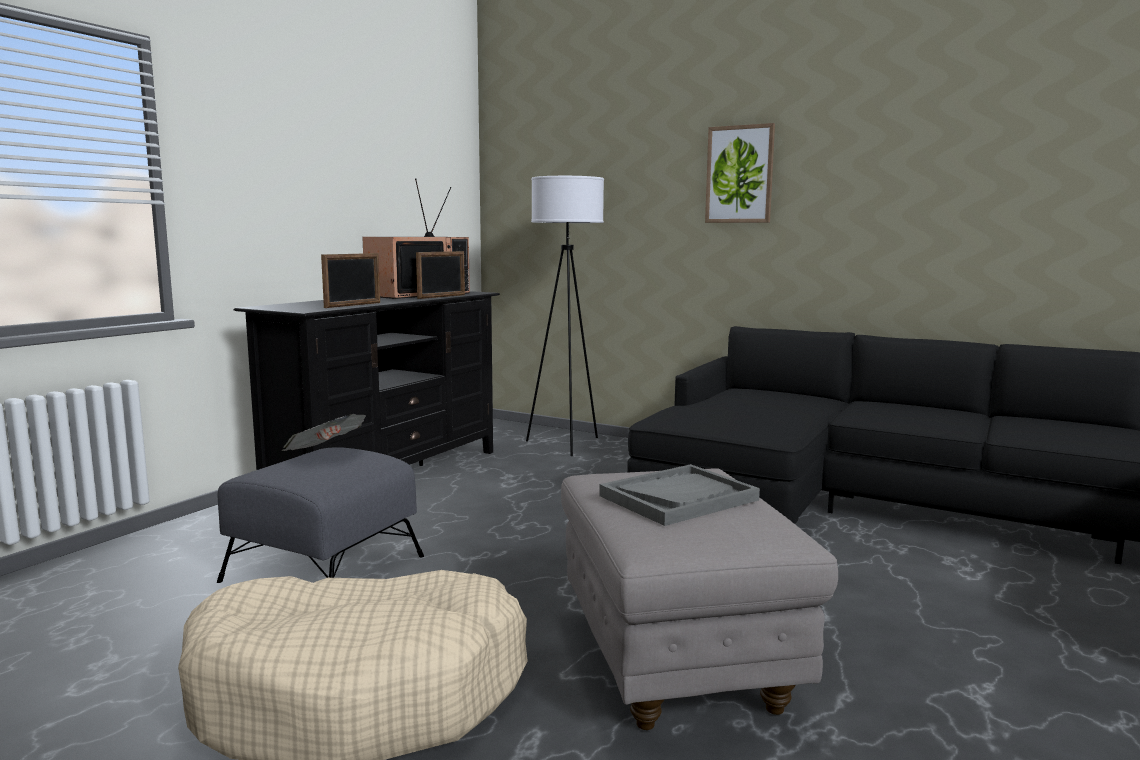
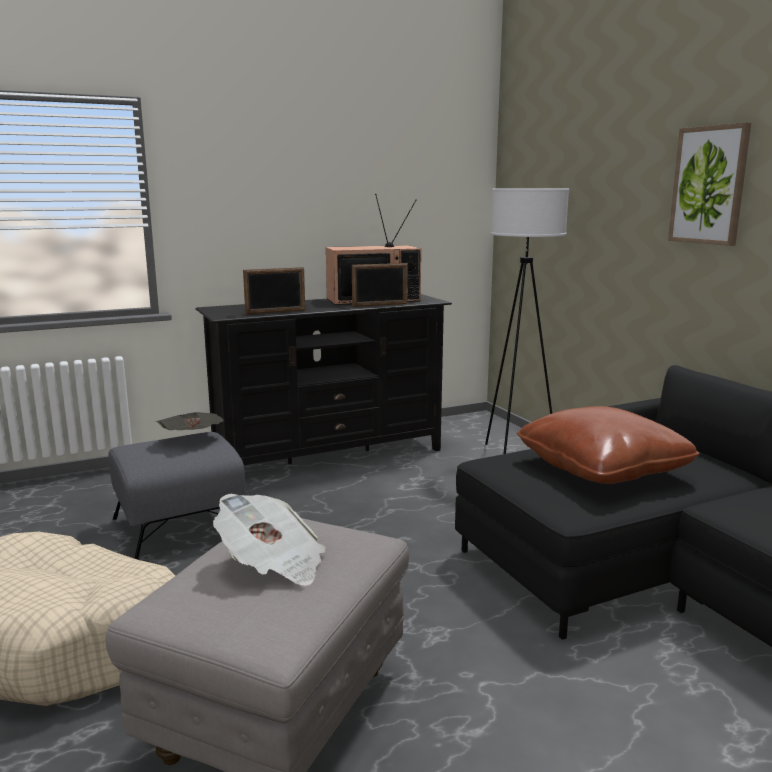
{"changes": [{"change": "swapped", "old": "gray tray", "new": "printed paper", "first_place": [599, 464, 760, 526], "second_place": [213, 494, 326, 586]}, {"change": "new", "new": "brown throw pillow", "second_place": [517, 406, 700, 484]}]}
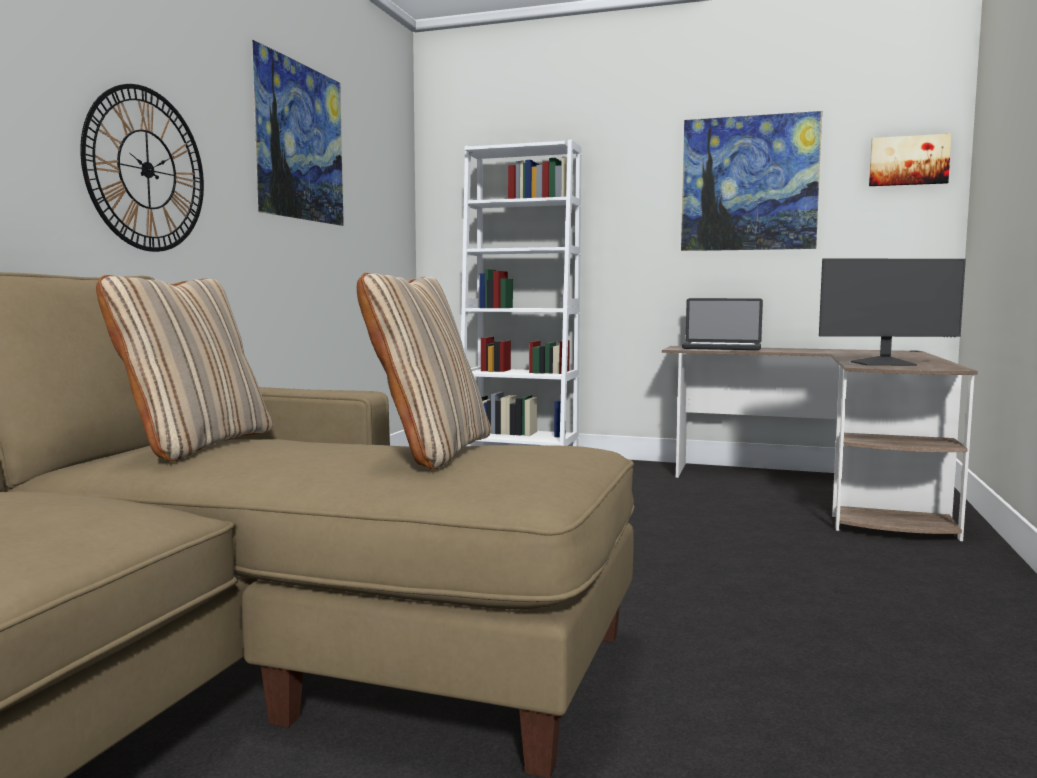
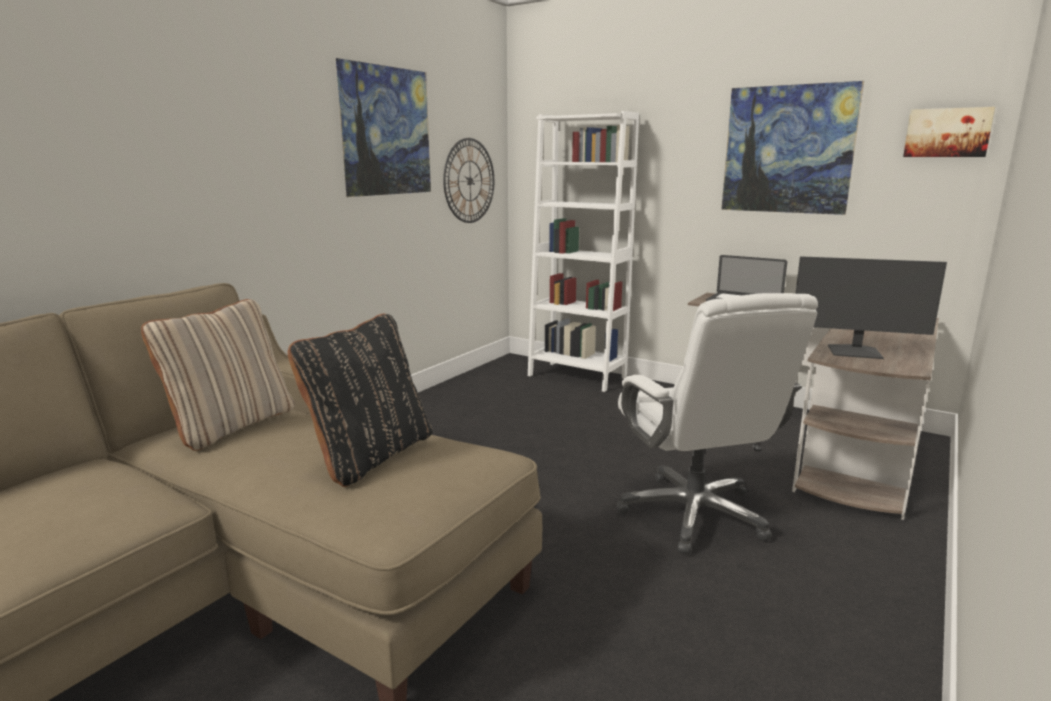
{"changes": [{"change": "shifted", "old": "clock on the wall", "first_place": [80, 84, 204, 252], "second_place": [443, 138, 494, 223]}, {"change": "repainted", "old": "sand-coloured throw pillow", "new": "blackish throw pillow", "first_place": [357, 272, 491, 470], "second_place": [288, 314, 432, 487]}, {"change": "new", "new": "white desk chair", "second_place": [617, 293, 818, 554]}]}
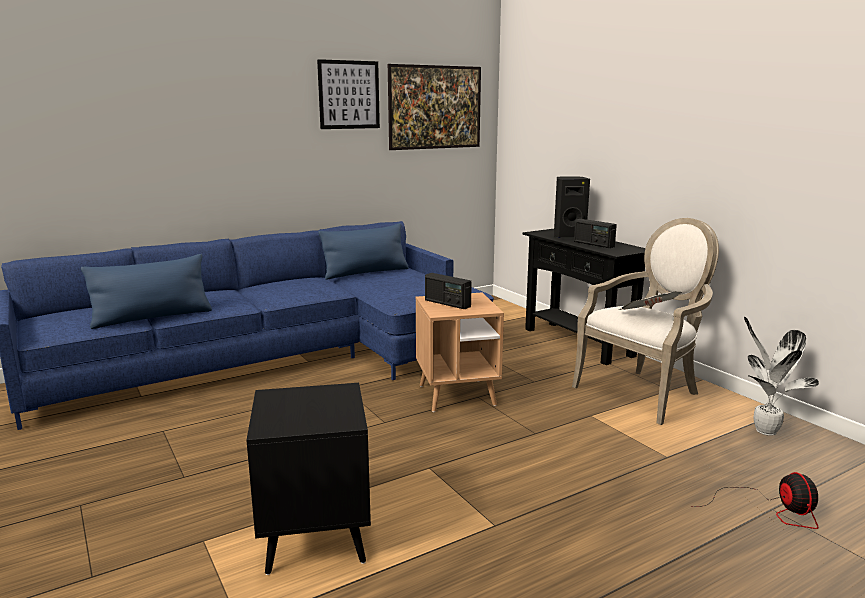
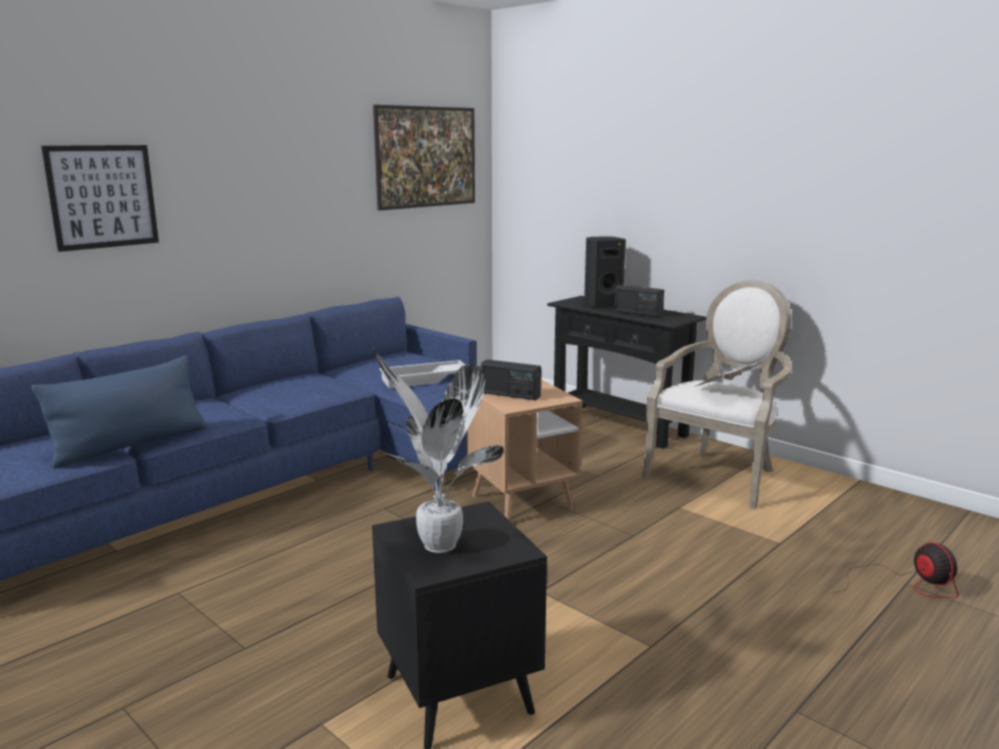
{"changes": [{"change": "shifted", "old": "wall art", "first_place": [317, 59, 380, 129], "second_place": [41, 145, 159, 252]}, {"change": "gone", "old": "bluish throw pillow", "first_place": [318, 223, 409, 280]}, {"change": "shifted", "old": "plant in a pot", "first_place": [744, 317, 819, 436], "second_place": [373, 347, 504, 553]}, {"change": "new", "new": "white tray", "second_place": [379, 360, 465, 388]}]}
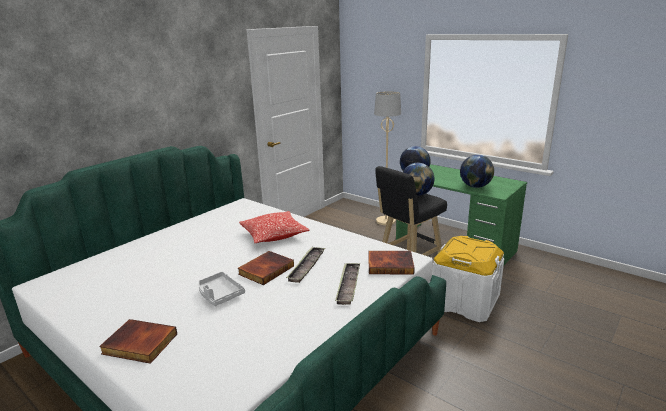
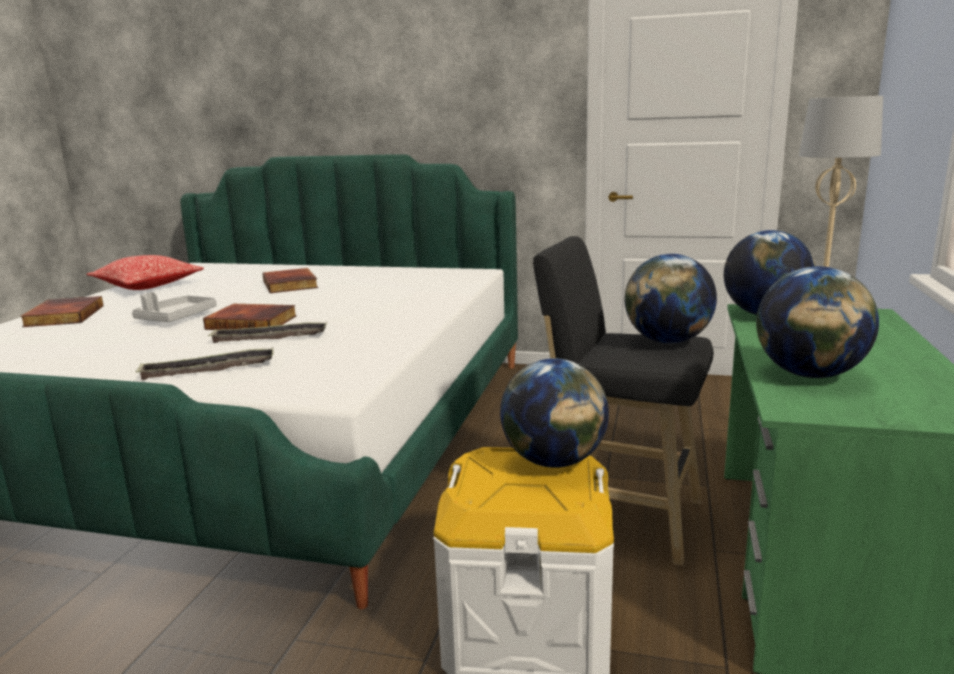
{"changes": [{"change": "shifted", "old": "throw pillow", "first_place": [239, 211, 309, 243], "second_place": [86, 255, 204, 290]}, {"change": "shifted", "old": "book", "first_place": [368, 251, 415, 274], "second_place": [262, 268, 318, 293]}, {"change": "new", "new": "globe", "second_place": [500, 358, 609, 468]}]}
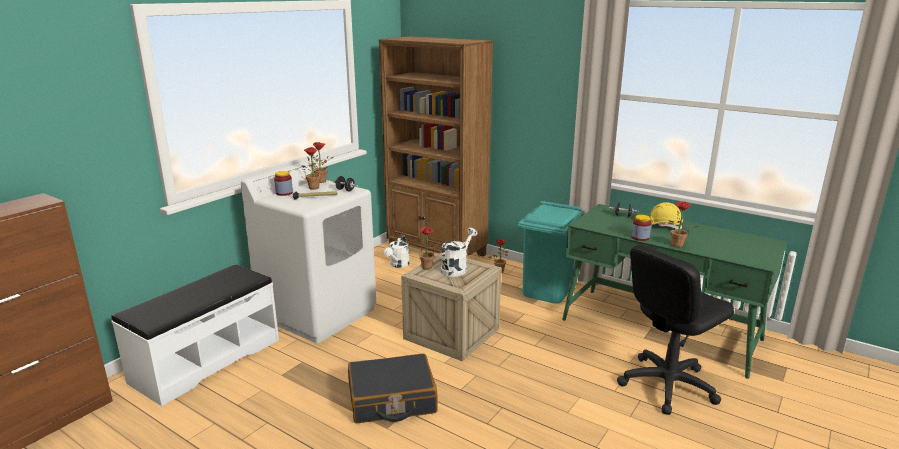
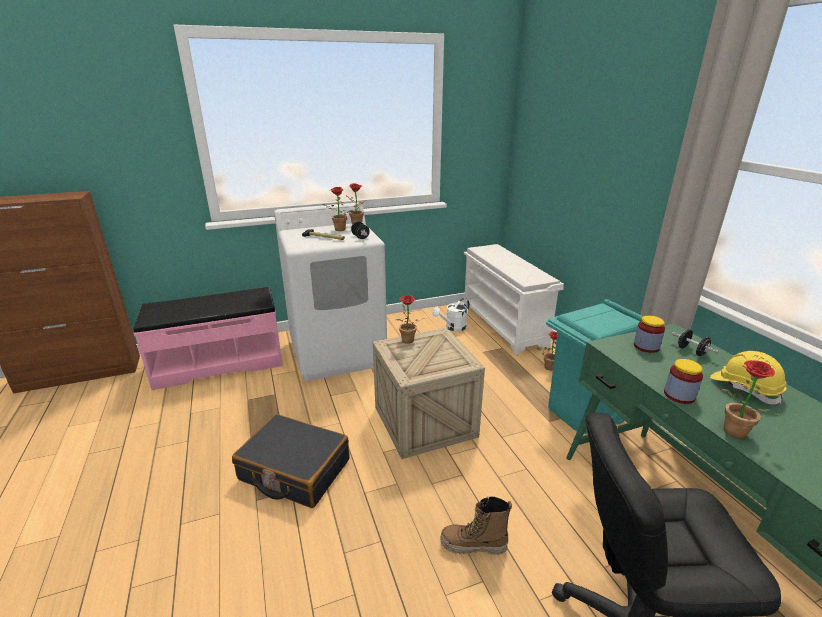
{"changes": [{"change": "swapped", "old": "brown bookcase", "new": "white shoe shelf", "first_place": [379, 36, 493, 258], "second_place": [464, 244, 564, 355]}, {"change": "shifted", "old": "preserve jar", "first_place": [274, 171, 293, 196], "second_place": [634, 315, 665, 353]}, {"change": "gone", "old": "white watering can", "first_place": [441, 228, 477, 277]}, {"change": "repainted", "old": "white bench", "new": "pink bench", "first_place": [111, 264, 279, 406], "second_place": [133, 287, 283, 390]}, {"change": "new", "new": "high-top boot", "second_place": [440, 496, 512, 555]}]}
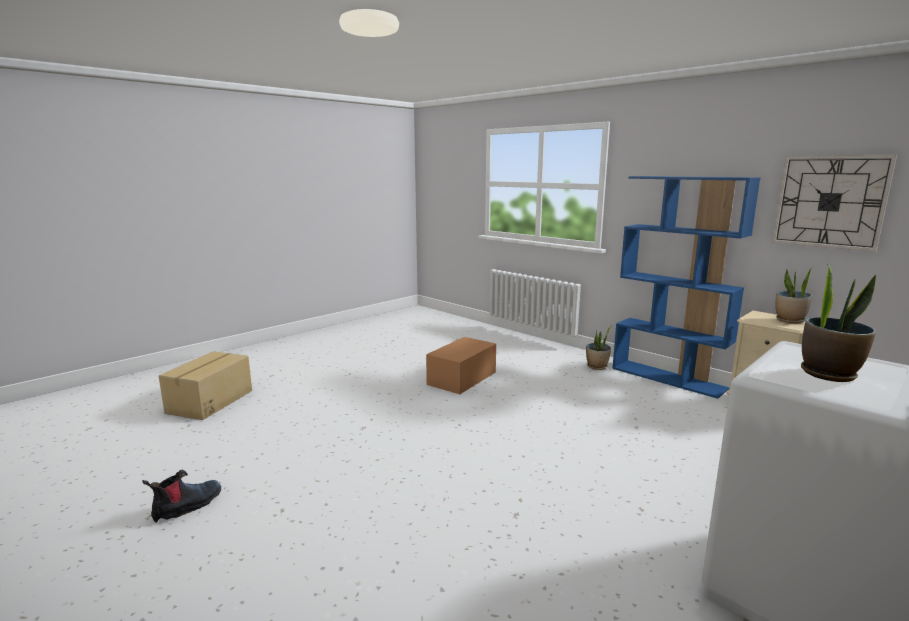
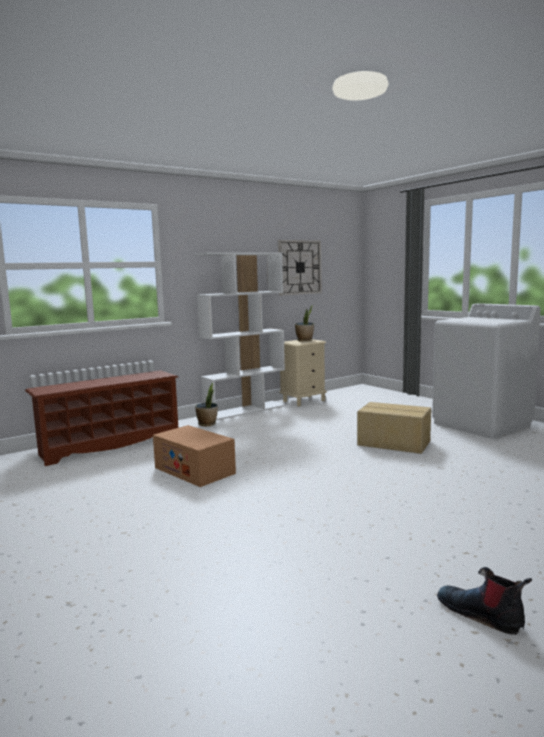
{"changes": [{"change": "repainted", "old": "bluish bookcase", "new": "white bookcase", "first_place": [612, 176, 760, 399], "second_place": [195, 252, 286, 421]}, {"change": "gone", "old": "plant in a pot", "first_place": [801, 264, 876, 382]}, {"change": "shifted", "old": "cardboard box", "first_place": [159, 351, 252, 420], "second_place": [357, 402, 431, 454]}, {"change": "new", "new": "brown shoe shelf", "second_place": [25, 370, 178, 466]}]}
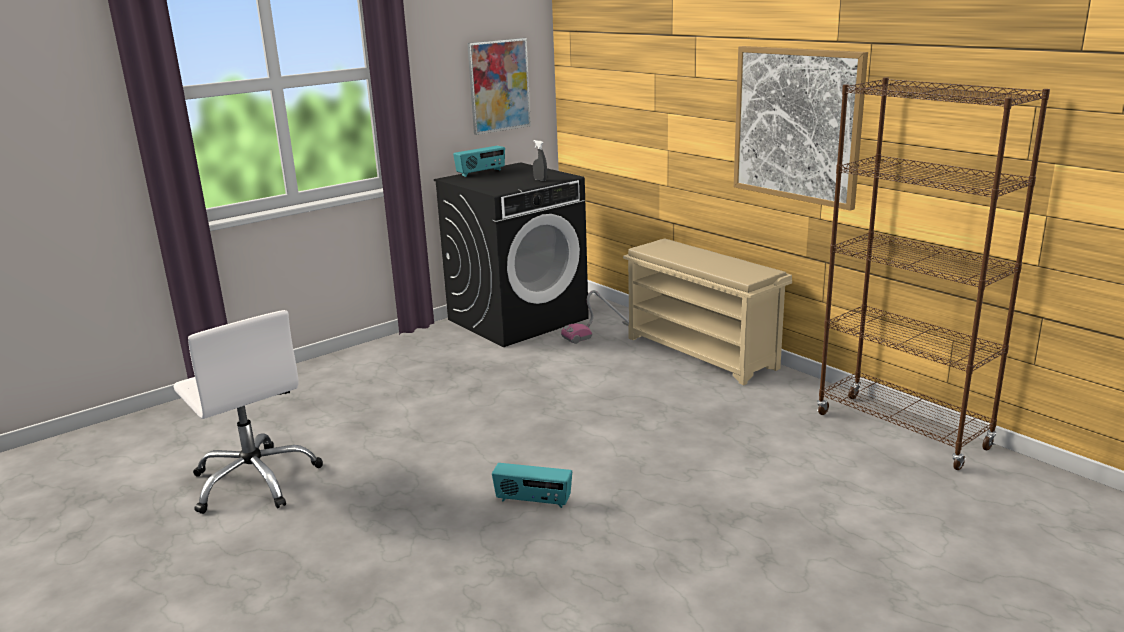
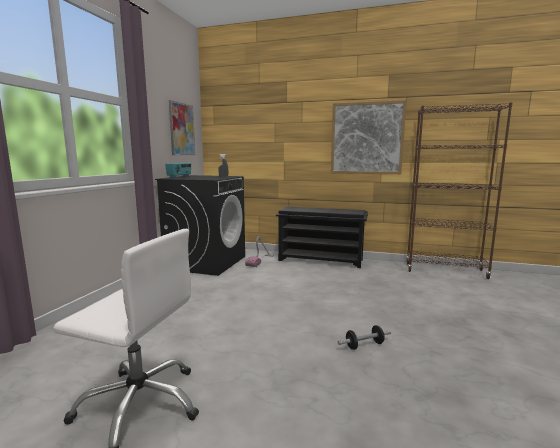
{"changes": [{"change": "repainted", "old": "sand-coloured shoe shelf", "new": "blackish shoe shelf", "first_place": [623, 239, 792, 385], "second_place": [276, 207, 368, 268]}, {"change": "swapped", "old": "radio set", "new": "hand weight", "first_place": [492, 463, 572, 508], "second_place": [338, 325, 391, 350]}]}
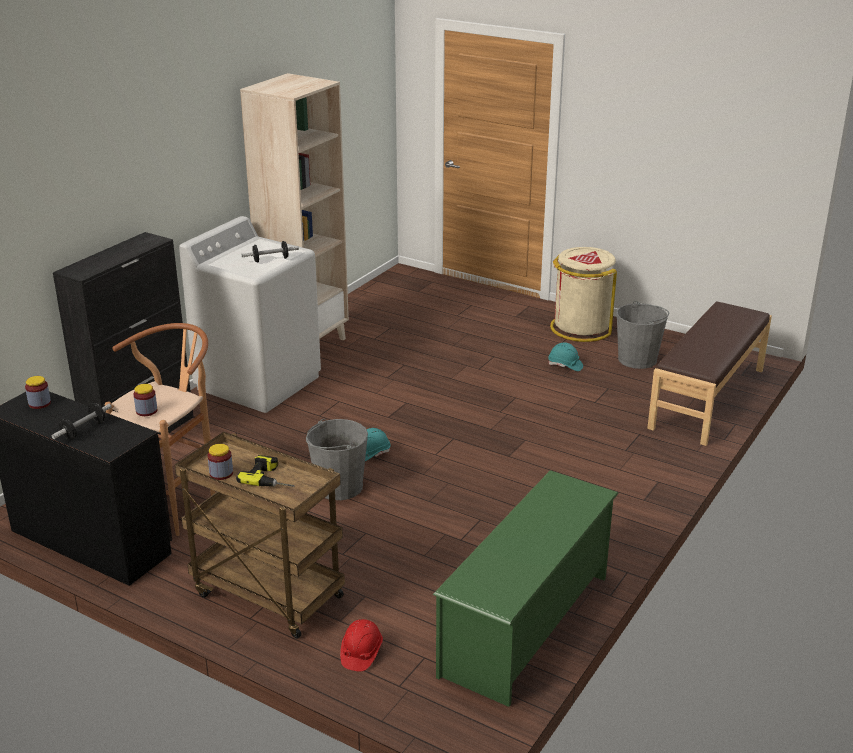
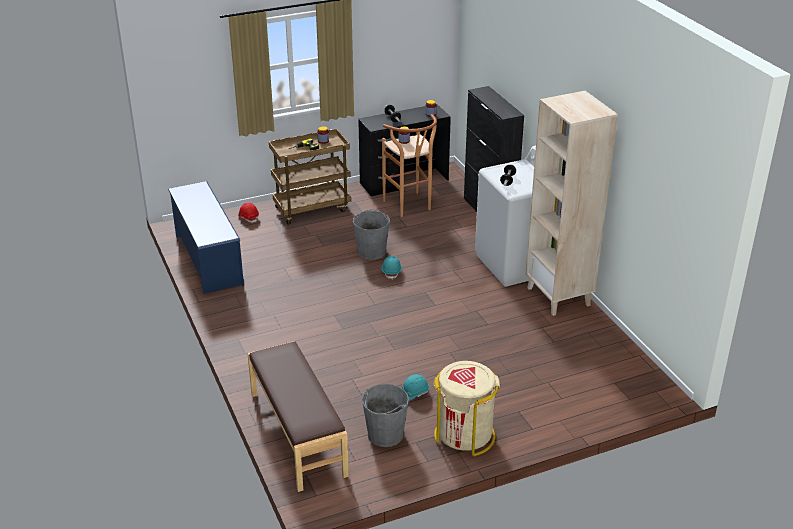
{"changes": [{"change": "repainted", "old": "green-coloured shoe shelf", "new": "bluish shoe shelf", "first_place": [433, 470, 619, 707], "second_place": [168, 181, 244, 294]}]}
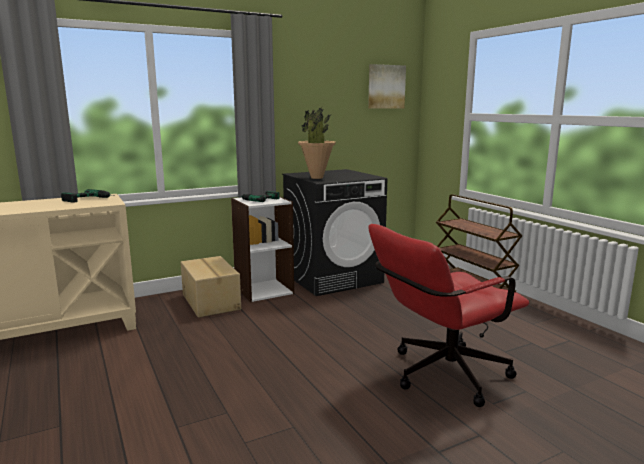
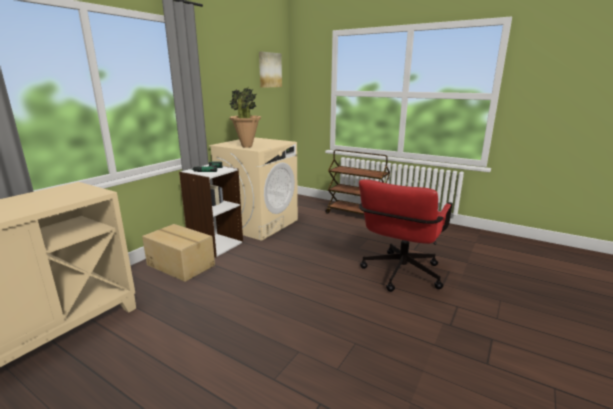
{"changes": [{"change": "repainted", "old": "blackish laundry machine", "new": "sand-coloured laundry machine", "first_place": [282, 169, 387, 296], "second_place": [209, 137, 298, 241]}, {"change": "gone", "old": "drill", "first_place": [61, 189, 115, 203]}]}
